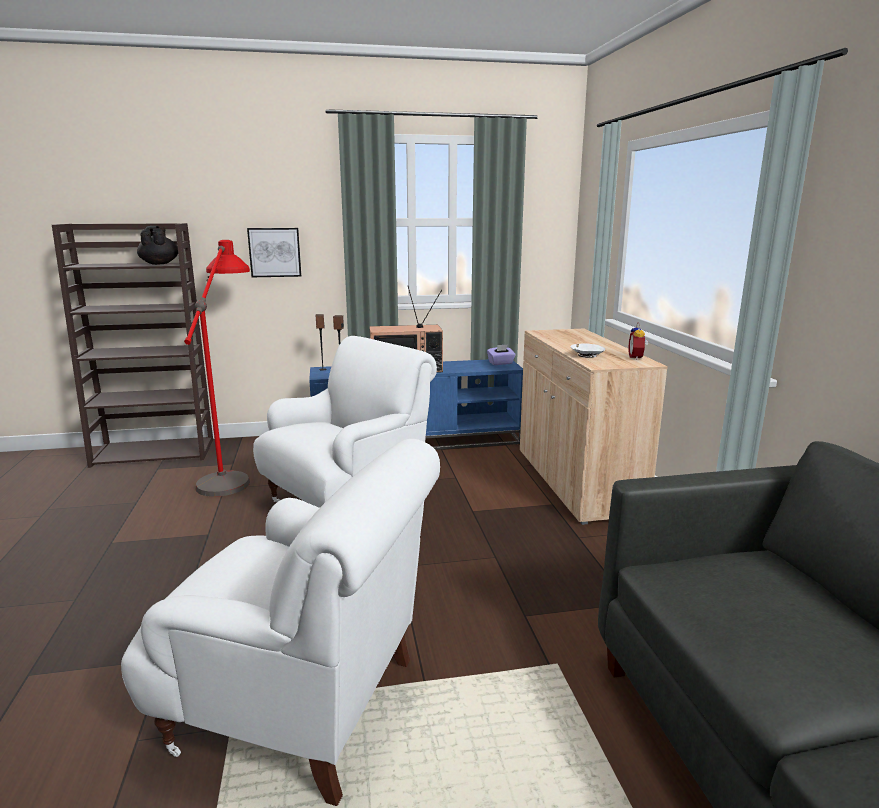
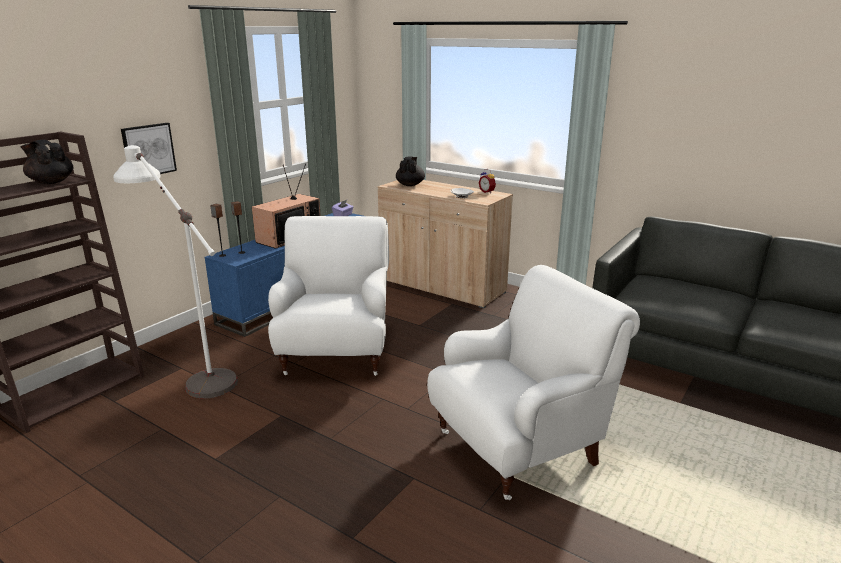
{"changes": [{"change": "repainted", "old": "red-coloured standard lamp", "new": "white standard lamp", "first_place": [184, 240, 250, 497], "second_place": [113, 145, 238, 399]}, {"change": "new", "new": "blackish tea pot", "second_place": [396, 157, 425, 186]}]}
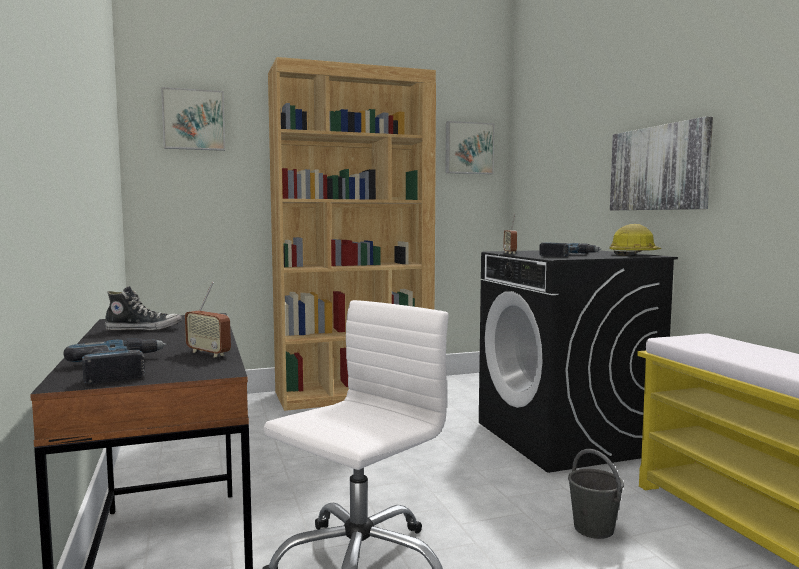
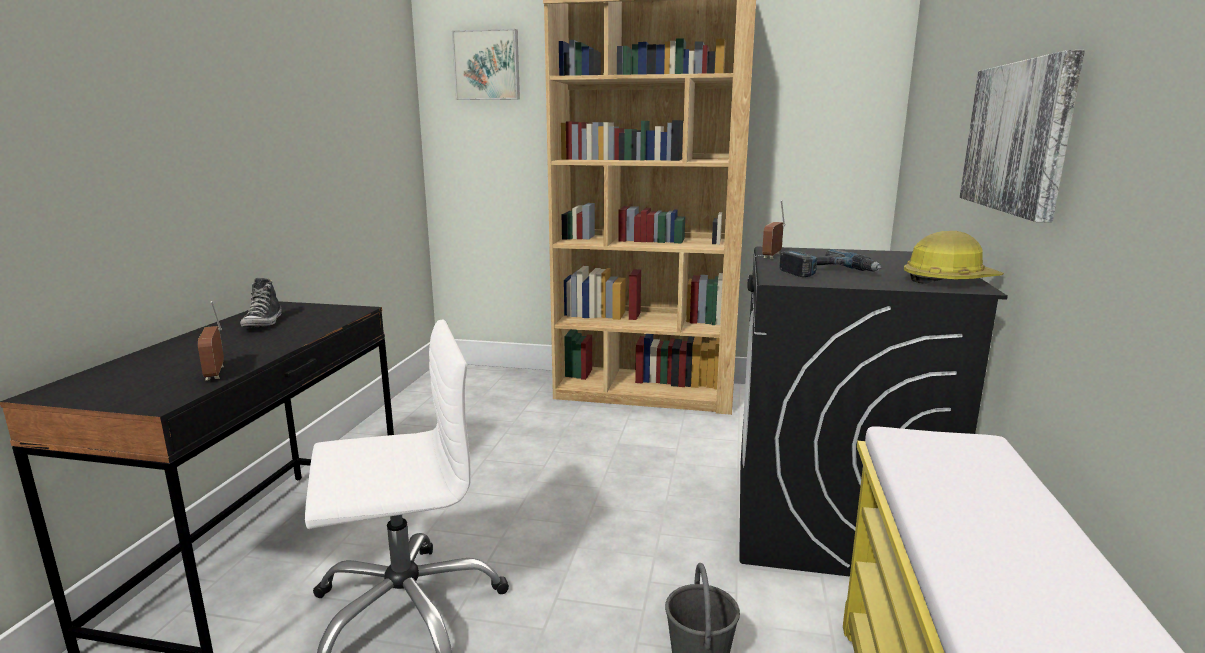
{"changes": [{"change": "gone", "old": "wall art", "first_place": [445, 121, 494, 174]}, {"change": "rotated", "old": "shoe", "first_place": [105, 286, 182, 330], "second_place": [240, 278, 282, 328], "degrees": 60}, {"change": "gone", "old": "drill", "first_place": [64, 338, 167, 384]}]}
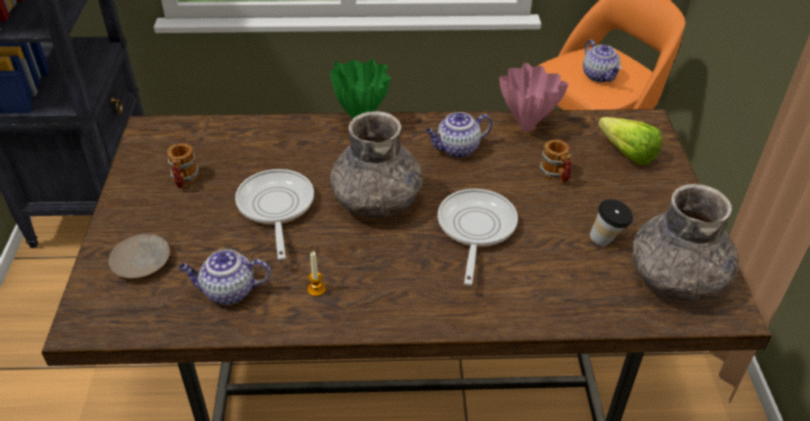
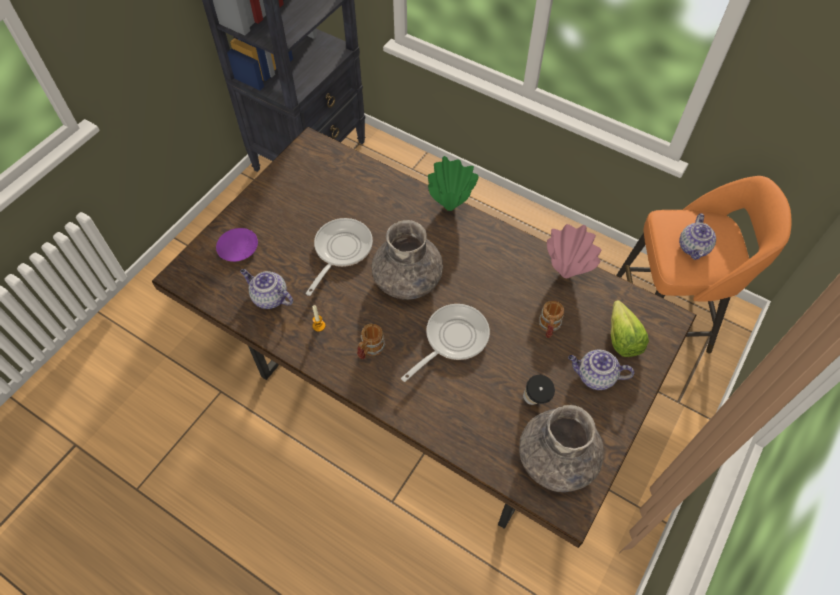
{"changes": [{"change": "shifted", "old": "tea pot", "first_place": [425, 112, 492, 158], "second_place": [568, 350, 634, 390]}, {"change": "shifted", "old": "mug", "first_place": [167, 143, 199, 189], "second_place": [357, 323, 386, 359]}, {"change": "repainted", "old": "sand-coloured flat dish", "new": "purplish flat dish", "first_place": [109, 234, 170, 279], "second_place": [216, 228, 258, 262]}]}
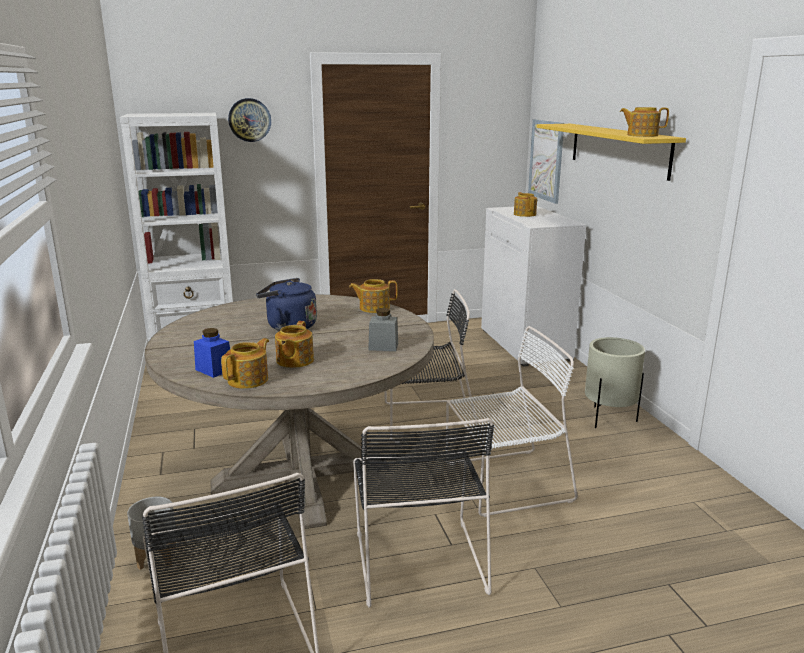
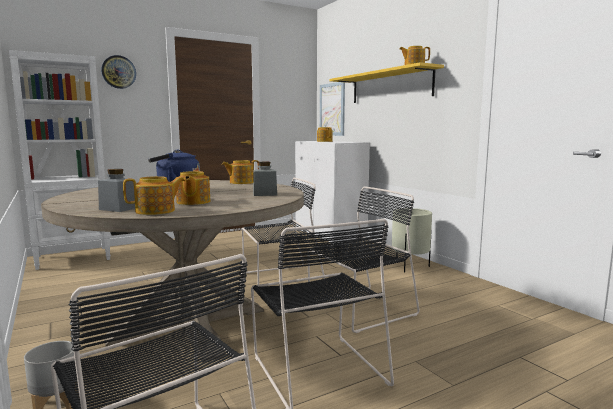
{"changes": [{"change": "repainted", "old": "white plain chair", "new": "blackish plain chair", "first_place": [446, 326, 578, 517], "second_place": [307, 186, 420, 333]}, {"change": "repainted", "old": "bluish preserve jar", "new": "gray preserve jar", "first_place": [194, 328, 230, 378], "second_place": [98, 169, 135, 212]}, {"change": "rotated", "old": "tea pot", "first_place": [221, 338, 269, 389], "second_place": [123, 176, 185, 215], "degrees": 45}]}
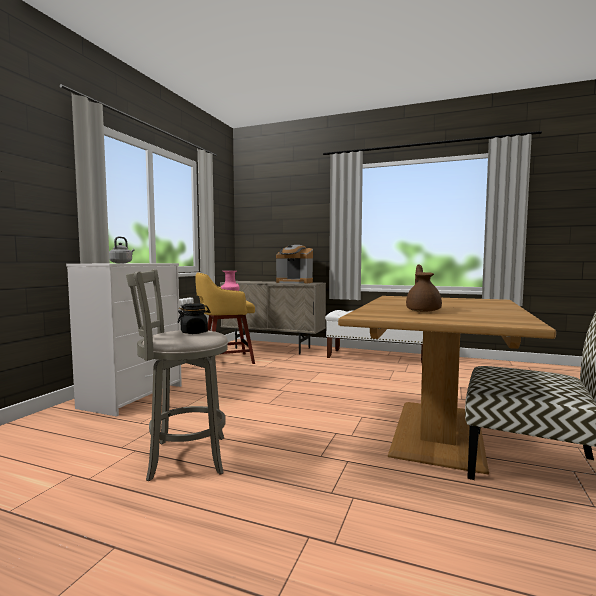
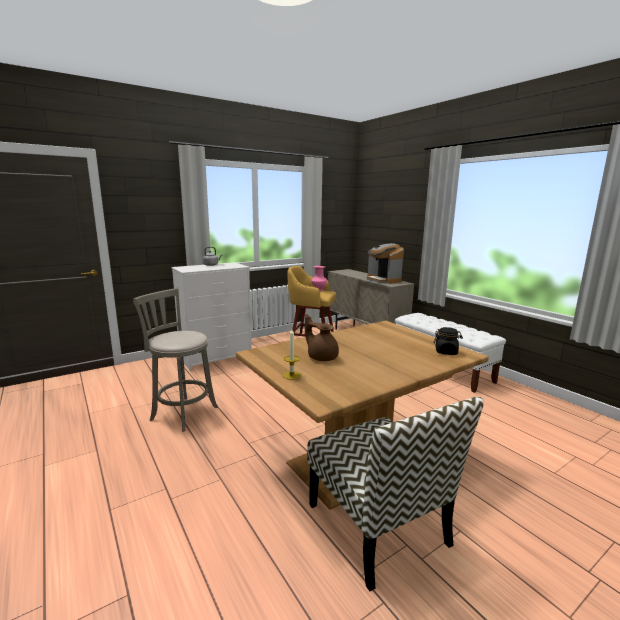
{"changes": [{"change": "rotated", "old": "brown tea pot", "first_place": [406, 264, 442, 312], "second_place": [305, 314, 339, 361], "degrees": -90}, {"change": "shifted", "old": "blackish preserve jar", "first_place": [178, 303, 210, 334], "second_place": [434, 327, 463, 355]}, {"change": "new", "new": "wax candle", "second_place": [283, 329, 301, 380]}]}
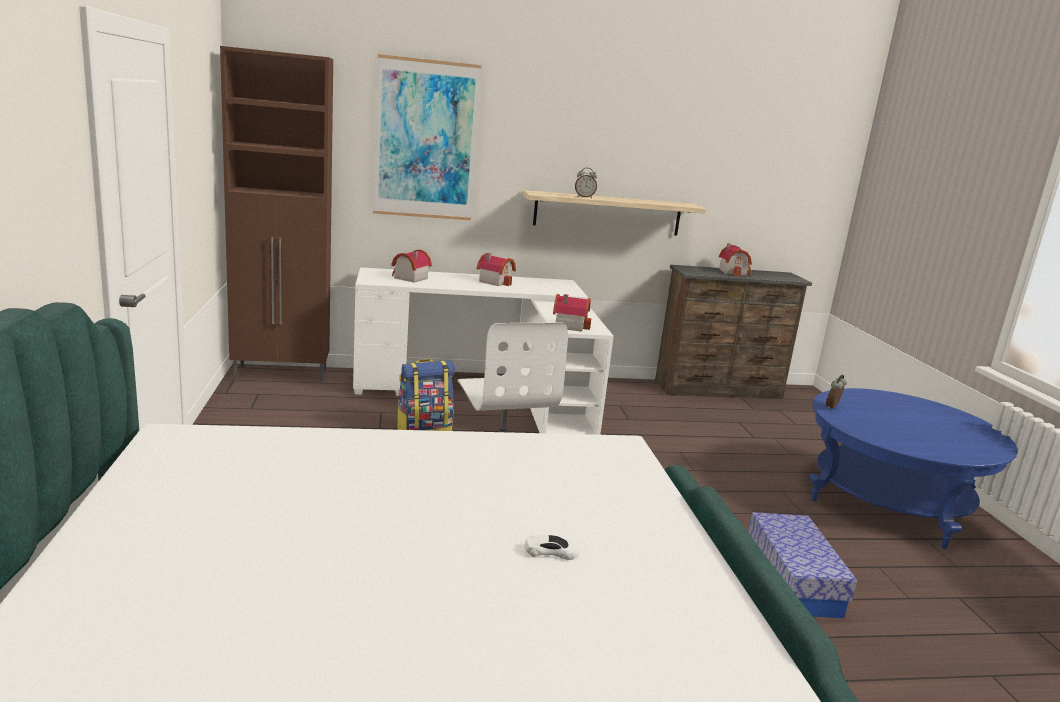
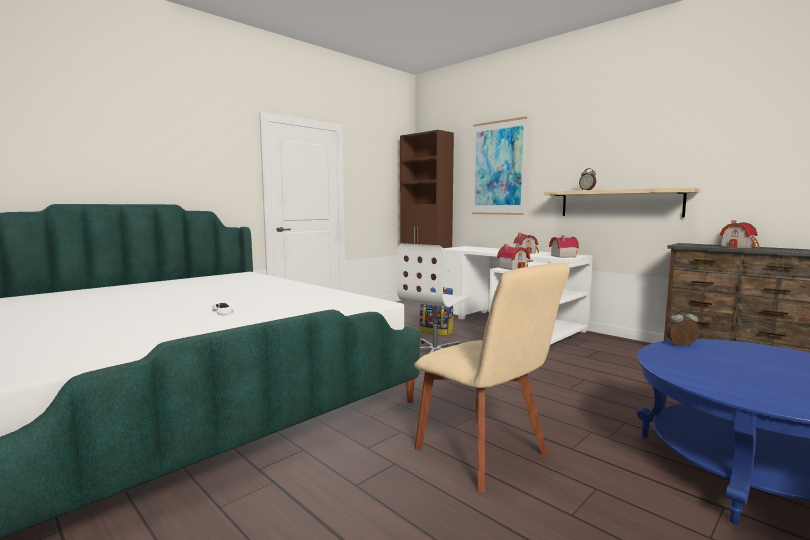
{"changes": [{"change": "shifted", "old": "toy house", "first_place": [391, 250, 432, 283], "second_place": [549, 236, 579, 258]}, {"change": "swapped", "old": "storage box", "new": "sand-coloured plain chair", "first_place": [748, 512, 857, 618], "second_place": [414, 263, 570, 493]}]}
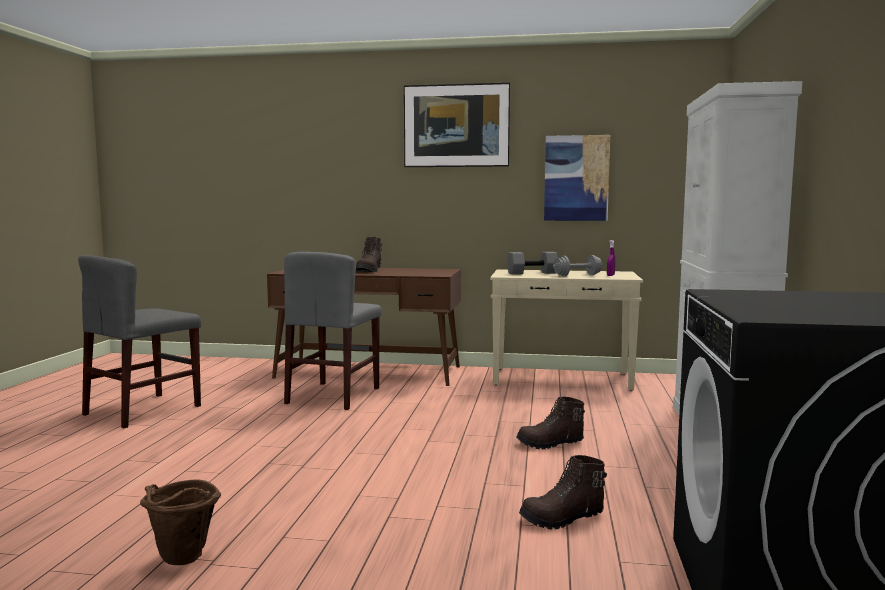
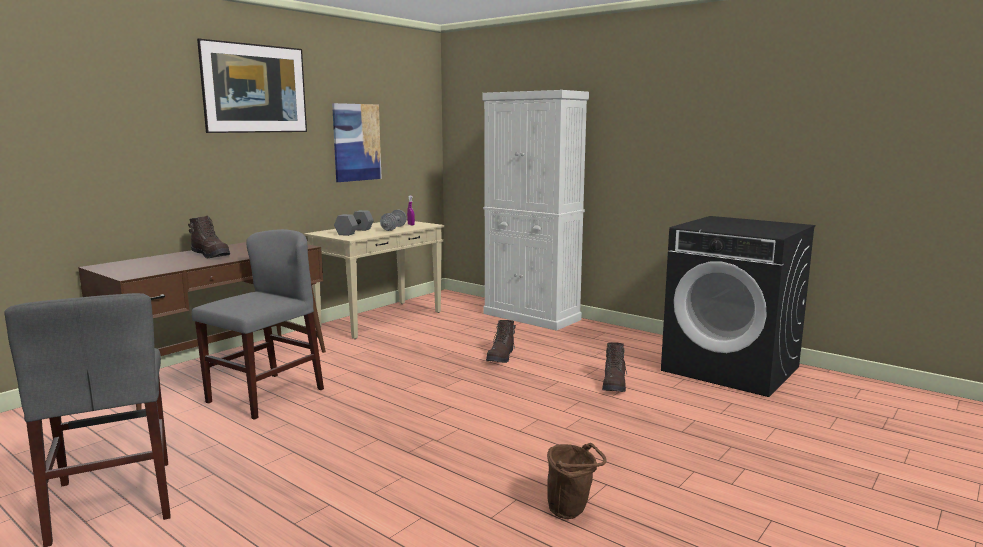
{"changes": [{"change": "rotated", "old": "gray plain chair", "first_place": [284, 252, 382, 410], "second_place": [192, 229, 324, 420], "degrees": -105}]}
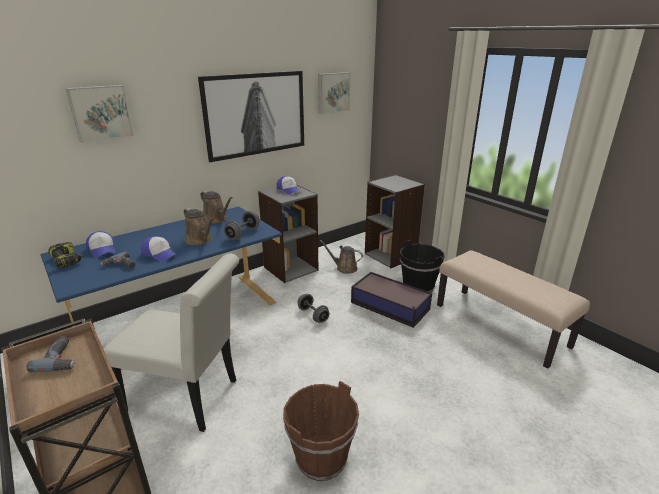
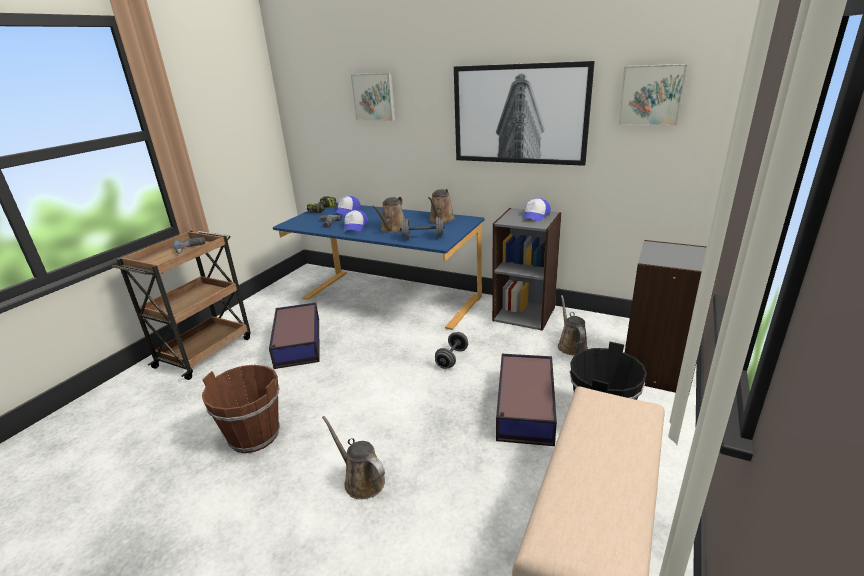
{"changes": [{"change": "swapped", "old": "white plain chair", "new": "storage box", "first_place": [104, 254, 239, 432], "second_place": [269, 303, 319, 369]}, {"change": "new", "new": "brown watering can", "second_place": [322, 416, 385, 499]}]}
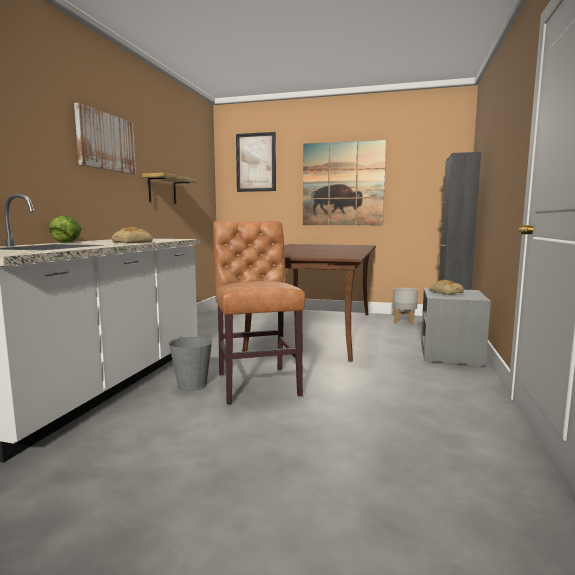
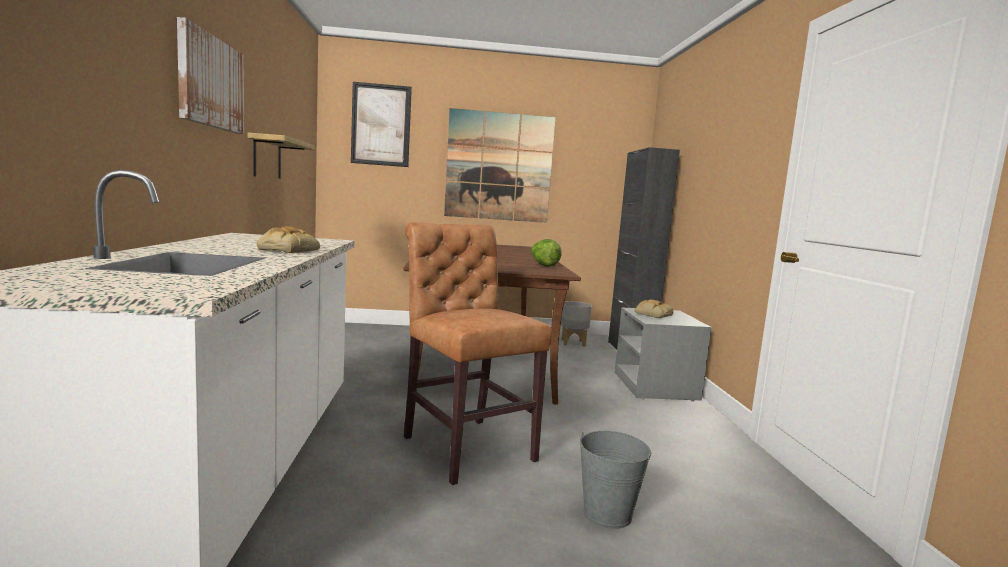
{"changes": [{"change": "shifted", "old": "head of lettuce", "first_place": [49, 215, 81, 243], "second_place": [531, 239, 562, 267]}, {"change": "shifted", "old": "gray pail", "first_place": [168, 336, 212, 391], "second_place": [580, 431, 651, 529]}]}
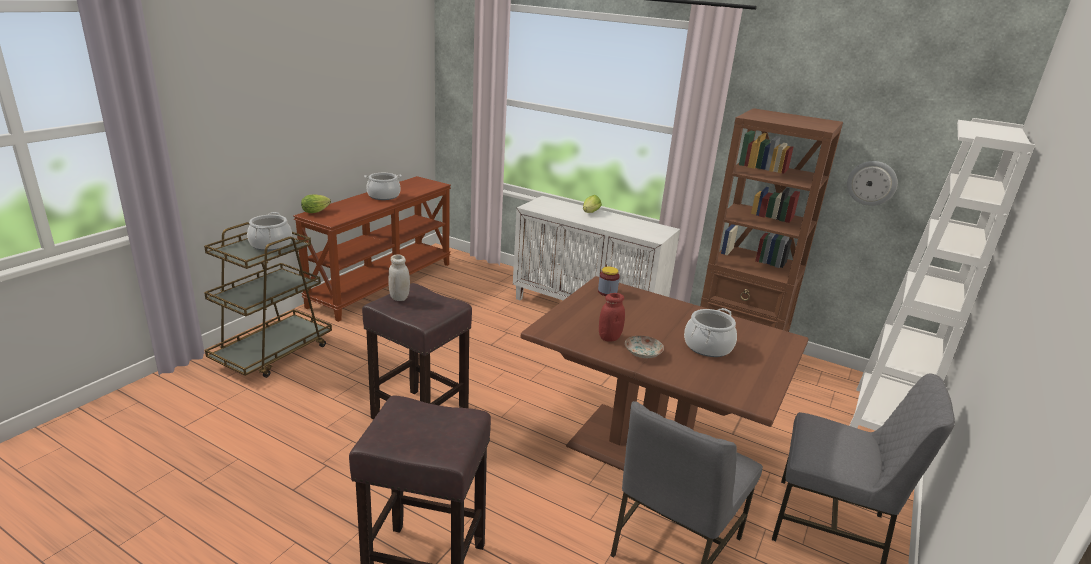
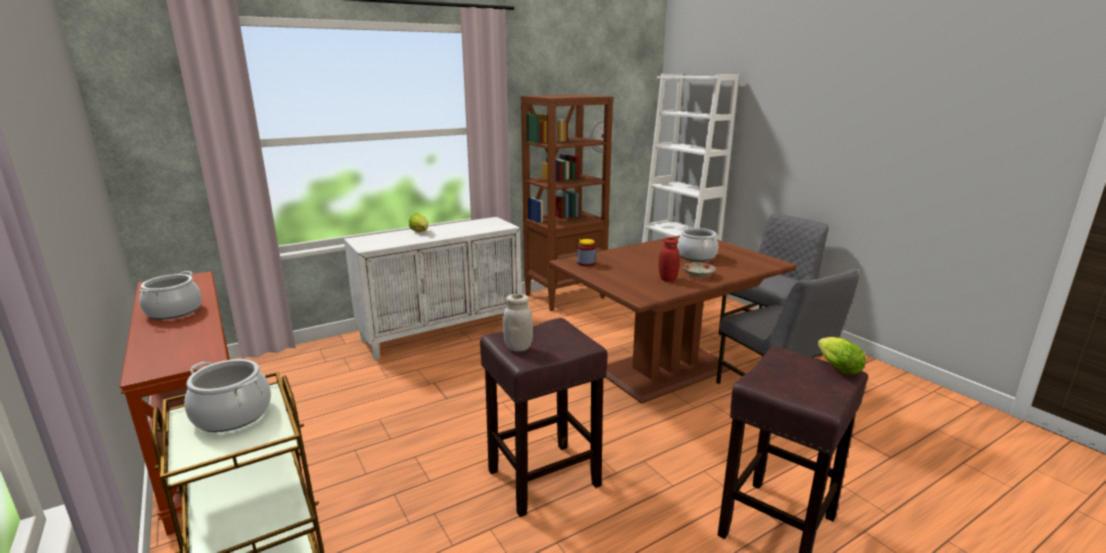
{"changes": [{"change": "shifted", "old": "head of lettuce", "first_place": [301, 194, 331, 213], "second_place": [817, 337, 866, 375]}]}
